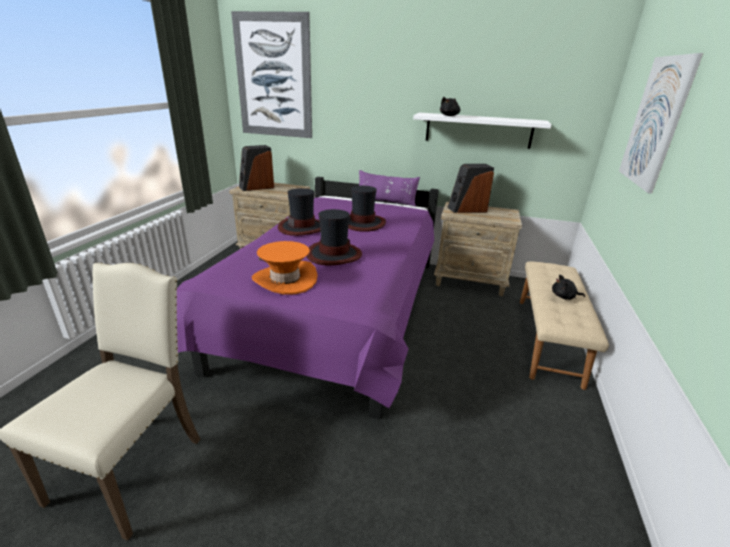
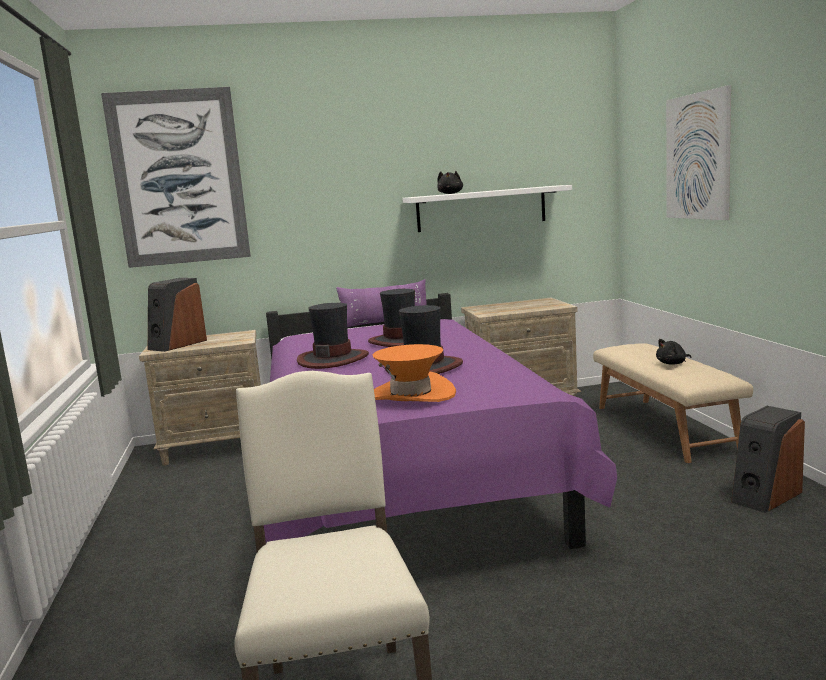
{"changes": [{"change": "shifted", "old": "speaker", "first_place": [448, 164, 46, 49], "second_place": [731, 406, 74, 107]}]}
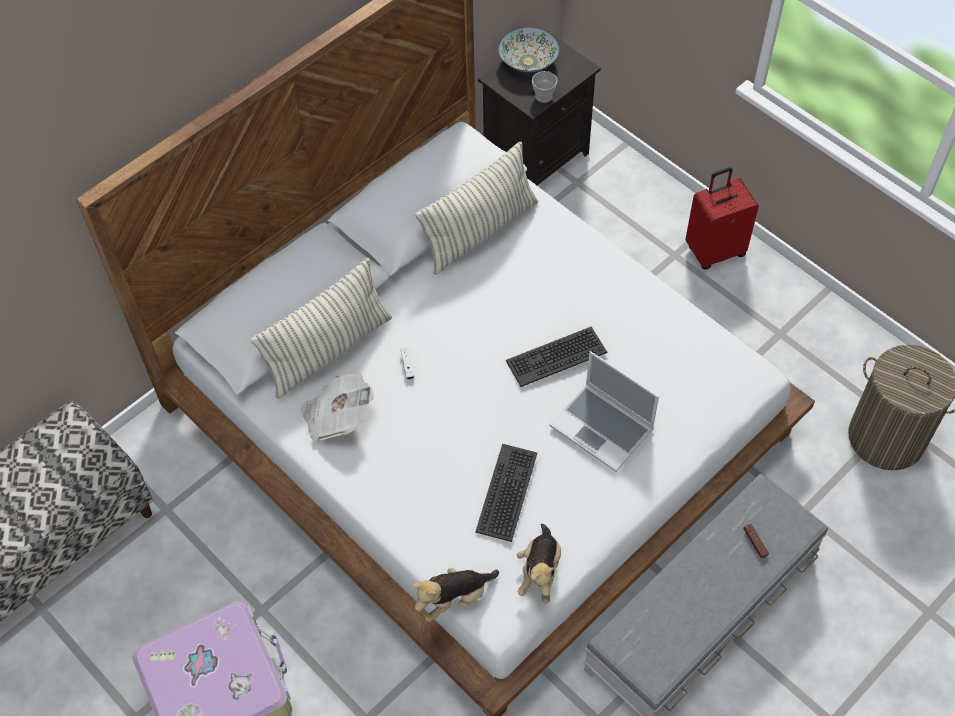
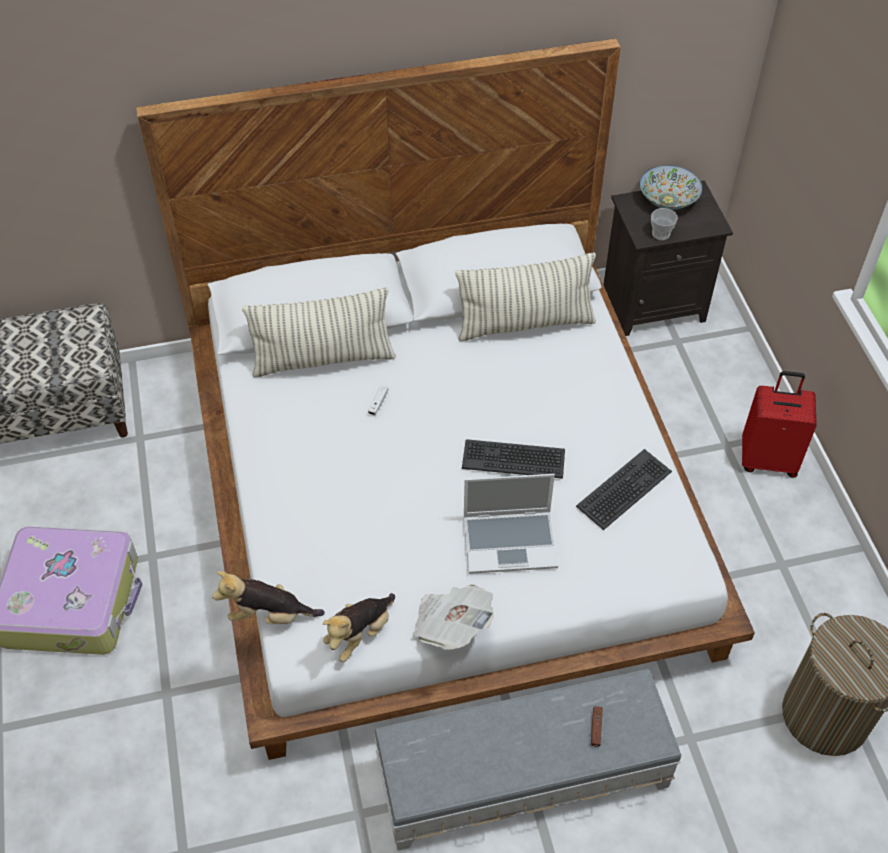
{"changes": [{"change": "shifted", "old": "newspaper", "first_place": [301, 373, 72, 67], "second_place": [413, 584, 81, 66]}, {"change": "rotated", "old": "laptop", "first_place": [550, 351, 109, 121], "second_place": [464, 474, 94, 100], "degrees": -75}, {"change": "shifted", "old": "keyboard", "first_place": [475, 444, 62, 98], "second_place": [576, 449, 96, 81]}]}
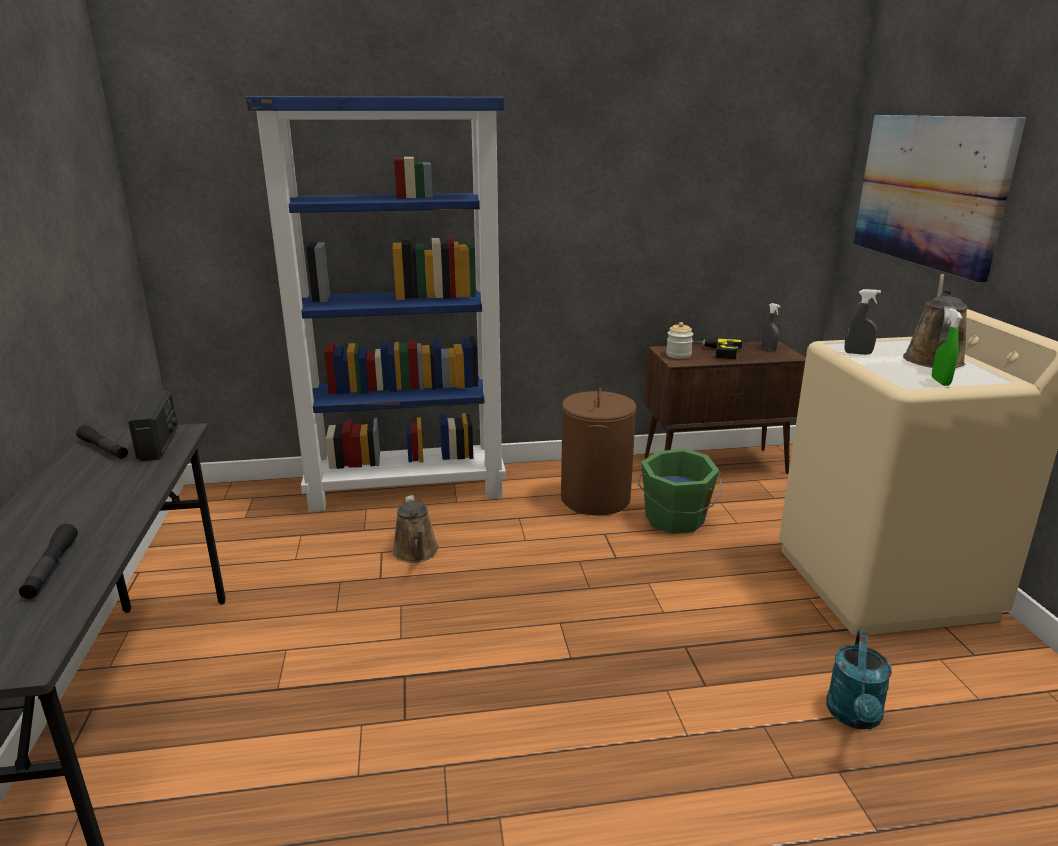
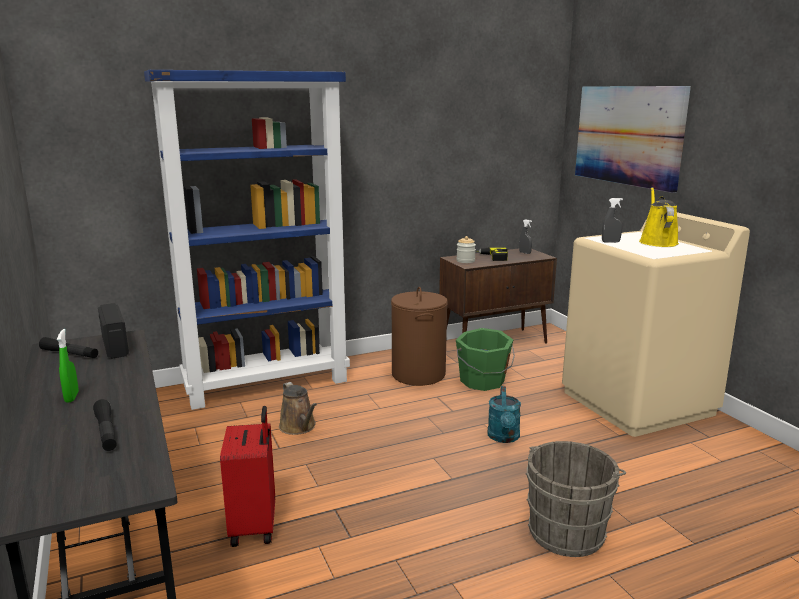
{"changes": [{"change": "shifted", "old": "spray bottle (green)", "first_place": [932, 309, 30, 77], "second_place": [57, 329, 22, 74]}, {"change": "new", "new": "suitcase (red)", "second_place": [220, 406, 55, 141]}, {"change": "shifted", "old": "watering can (turquoise)", "first_place": [826, 630, 66, 99], "second_place": [488, 386, 33, 57]}, {"change": "new", "new": "bucket (grey)", "second_place": [526, 441, 100, 116]}, {"change": "repainted", "old": "watering can (brown)", "new": "watering can (yellow)", "first_place": [903, 274, 65, 94], "second_place": [639, 187, 40, 60]}]}
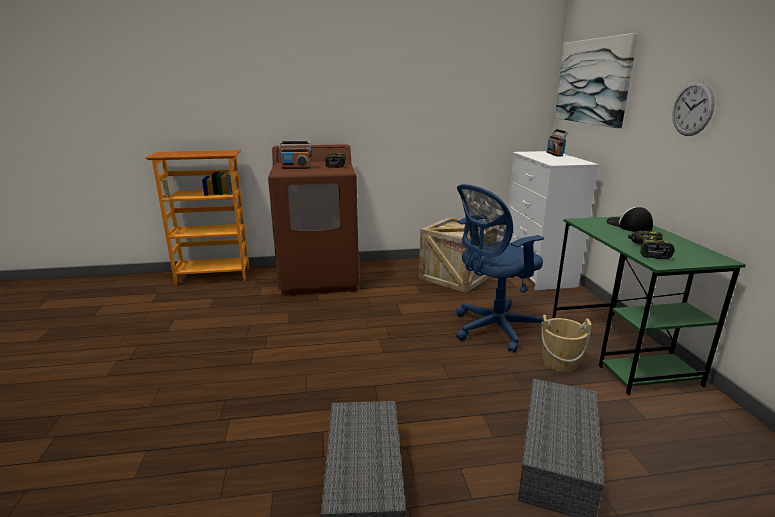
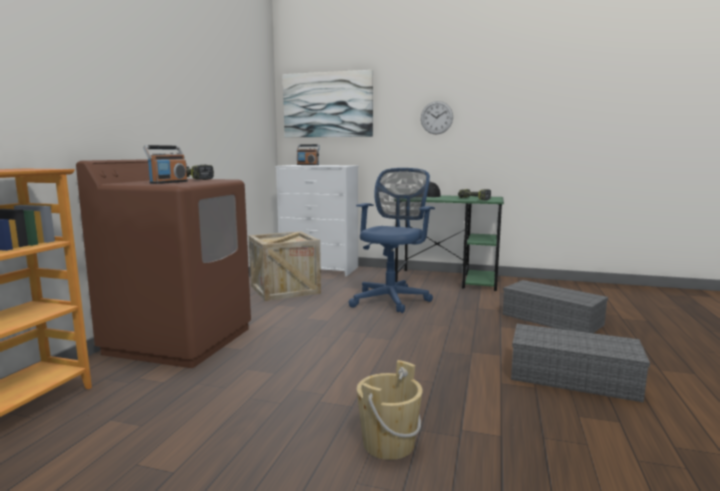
{"changes": [{"change": "rotated", "old": "office chair (blue)", "first_place": [456, 184, 88, 169], "second_place": [348, 168, 87, 145], "degrees": -150}, {"change": "shifted", "old": "bucket (beige)", "first_place": [540, 314, 51, 58], "second_place": [357, 360, 66, 100]}]}
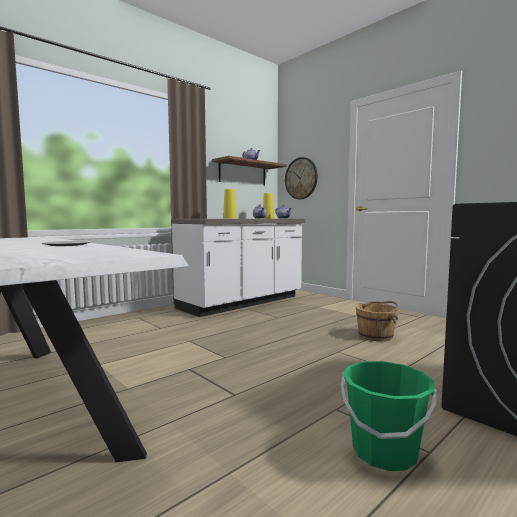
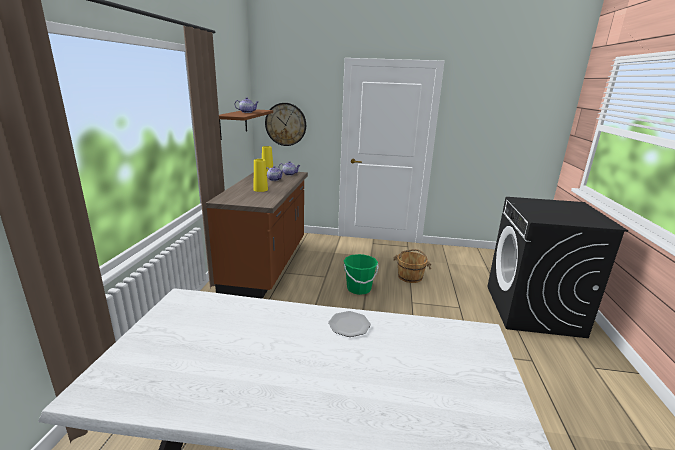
{"changes": [{"change": "repainted", "old": "counter (white)", "new": "counter (brown)", "first_place": [171, 219, 134, 98], "second_place": [206, 172, 102, 127]}, {"change": "shifted", "old": "bucket (green)", "first_place": [341, 361, 96, 110], "second_place": [344, 254, 35, 41]}]}
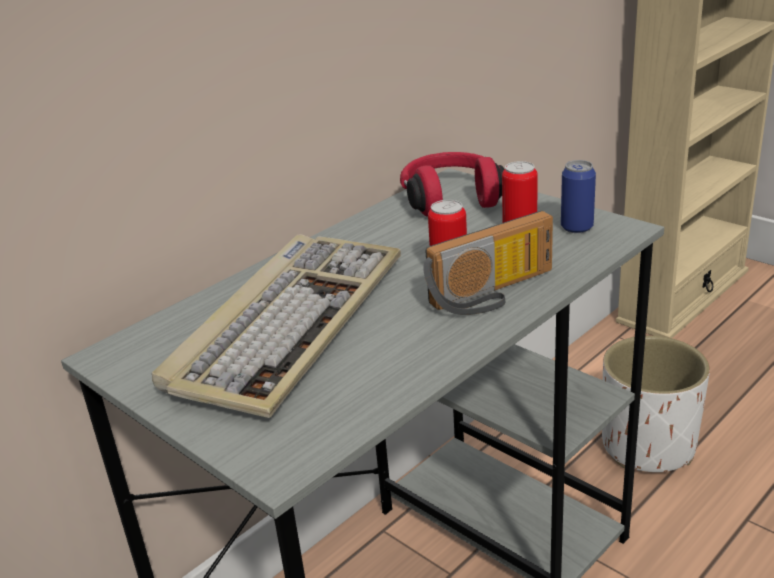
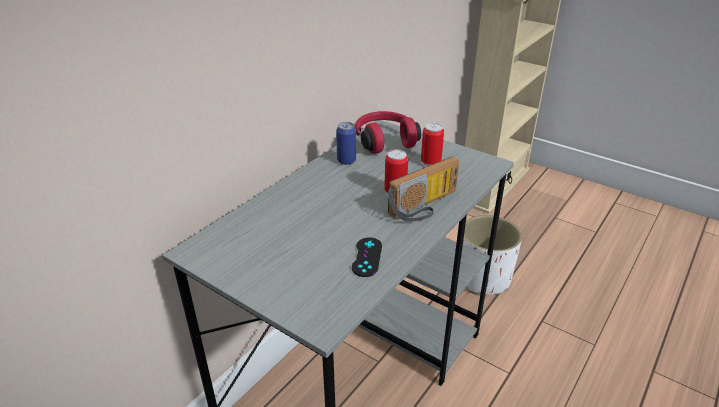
{"changes": [{"change": "shifted", "old": "can", "first_place": [561, 160, 35, 73], "second_place": [336, 122, 20, 43]}, {"change": "new", "new": "game controller (black)", "second_place": [352, 237, 30, 40]}, {"change": "gone", "old": "keyboard", "first_place": [152, 234, 249, 184]}]}
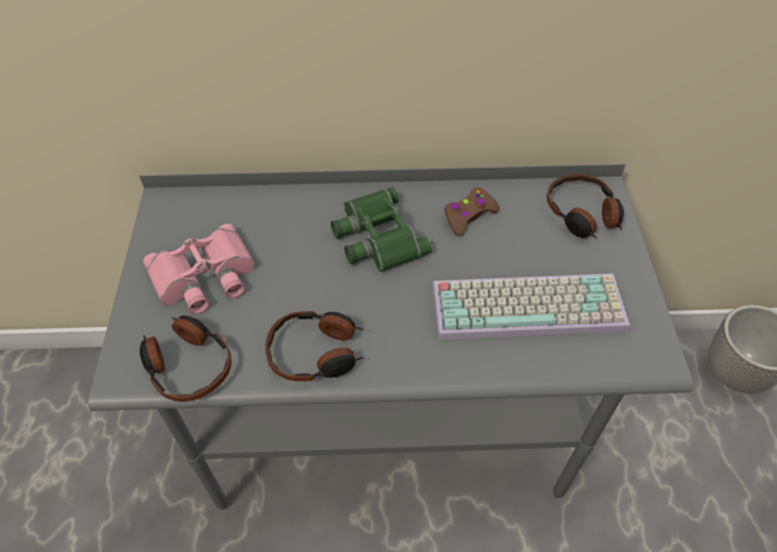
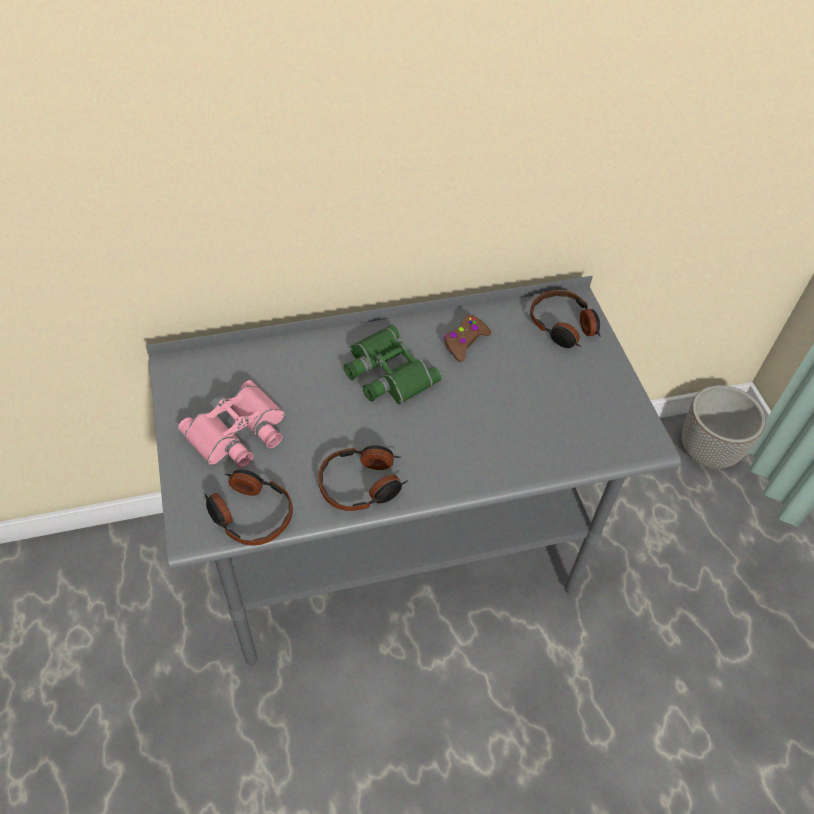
{"changes": [{"change": "gone", "old": "keyboard", "first_place": [432, 274, 198, 66]}]}
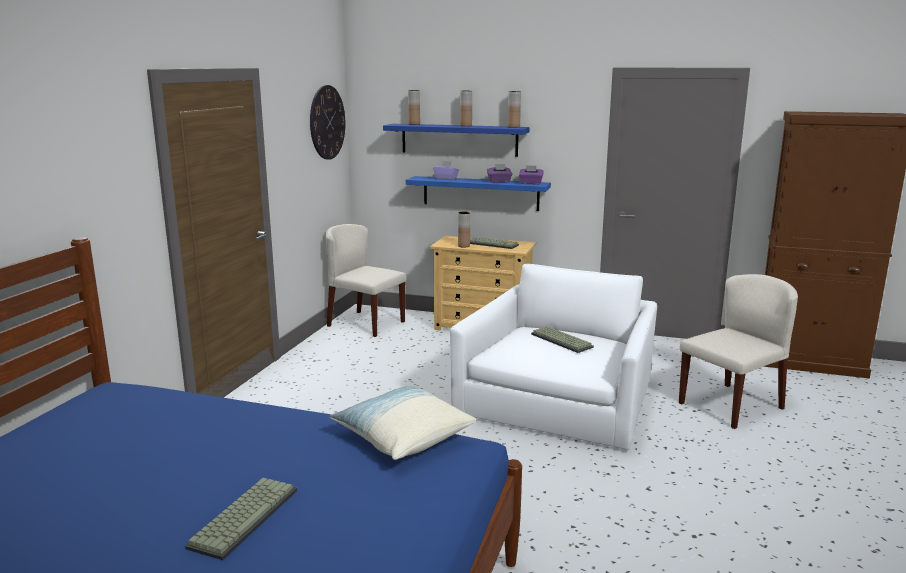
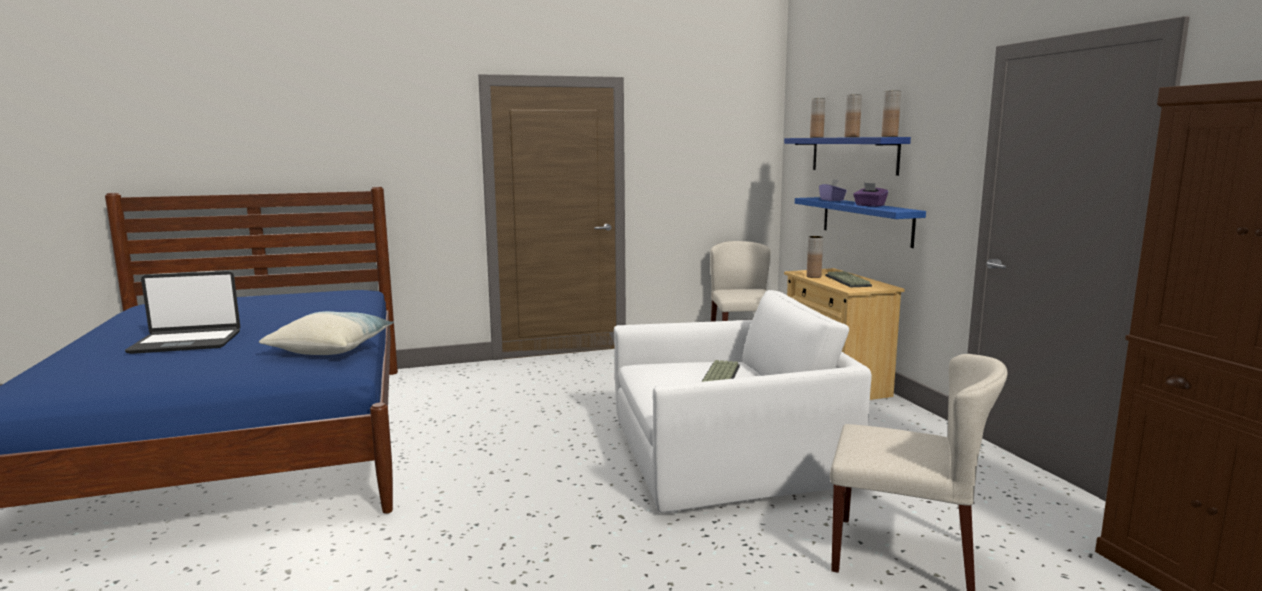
{"changes": [{"change": "swapped", "old": "keyboard", "new": "laptop", "first_place": [185, 478, 113, 82], "second_place": [125, 271, 115, 83]}, {"change": "gone", "old": "wall clock", "first_place": [310, 85, 35, 75]}, {"change": "gone", "old": "tissue box (purple)", "first_place": [519, 165, 25, 20]}]}
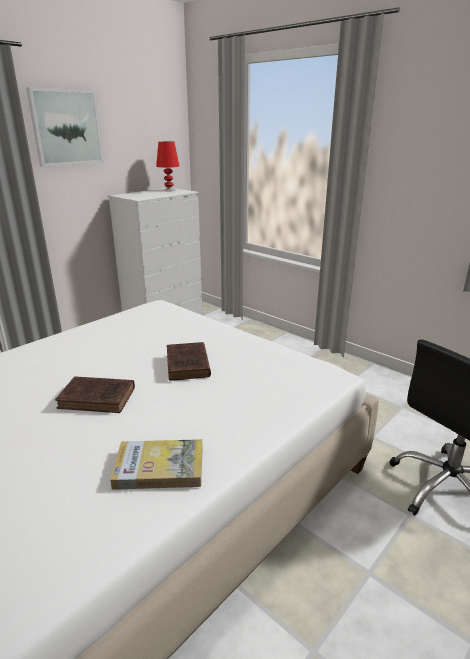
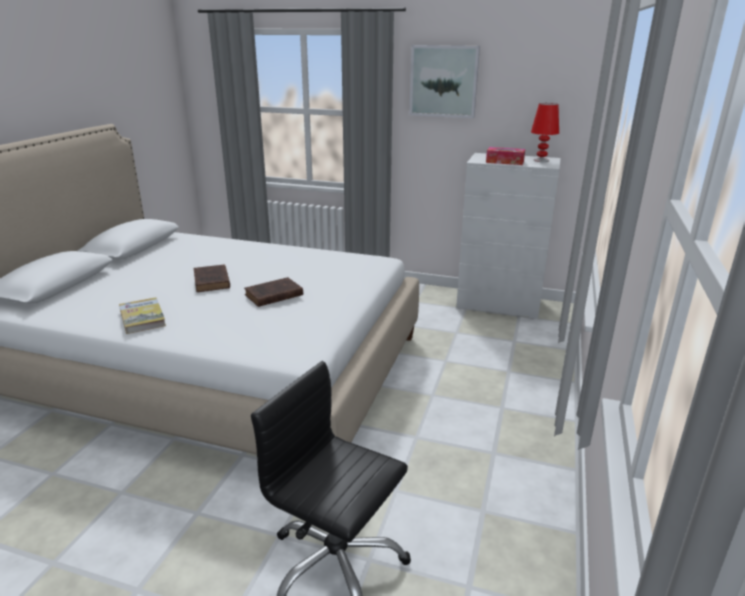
{"changes": [{"change": "new", "new": "tissue box", "second_place": [486, 147, 39, 18]}]}
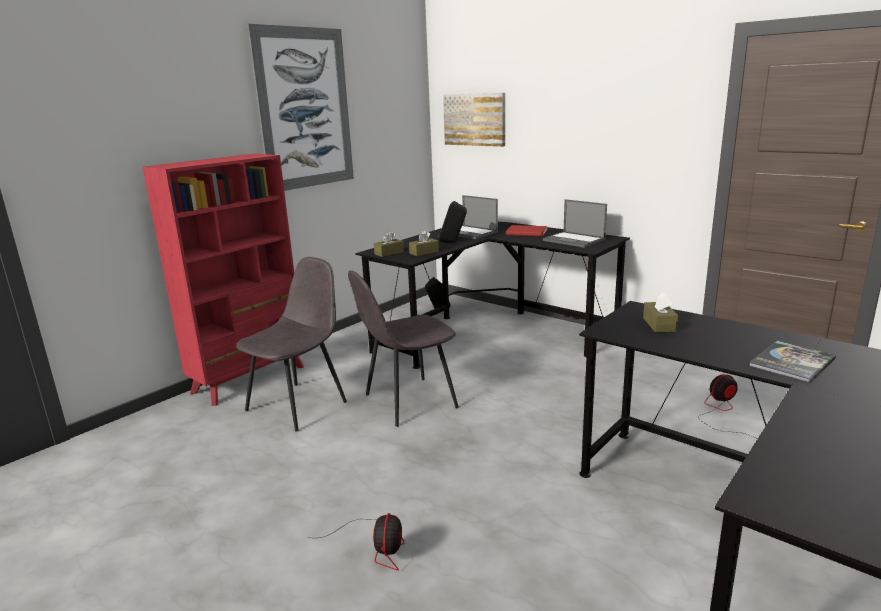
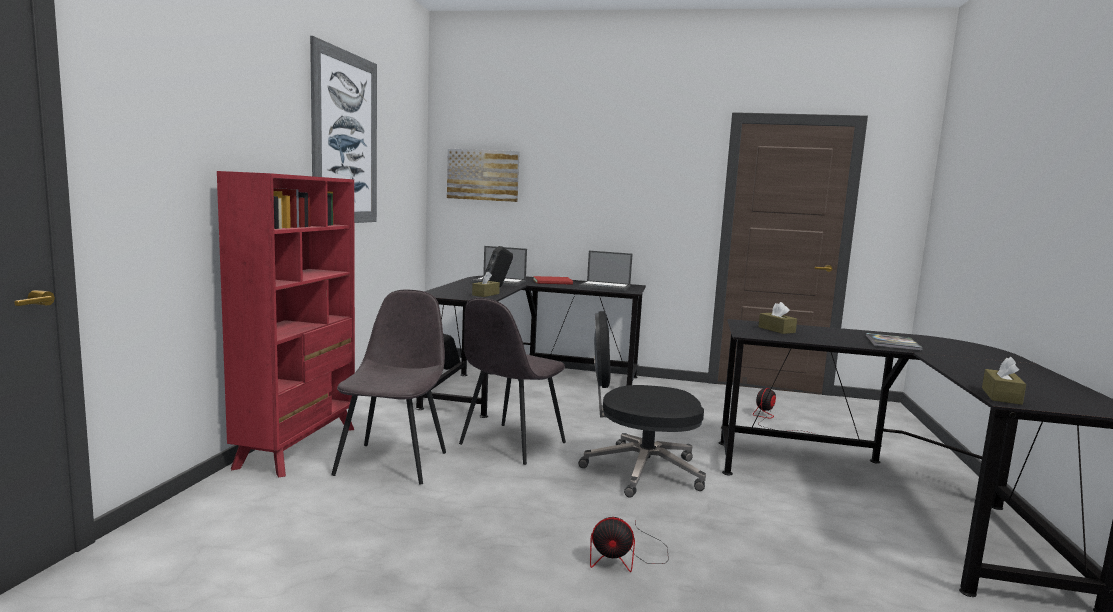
{"changes": [{"change": "new", "new": "office chair (black)", "second_place": [578, 311, 128, 187]}, {"change": "rotated", "old": "fan", "first_place": [319, 513, 86, 58], "second_place": [590, 517, 79, 55], "degrees": 120}, {"change": "shifted", "old": "tissue box (brown)", "first_place": [374, 231, 30, 26], "second_place": [982, 356, 44, 49]}]}
